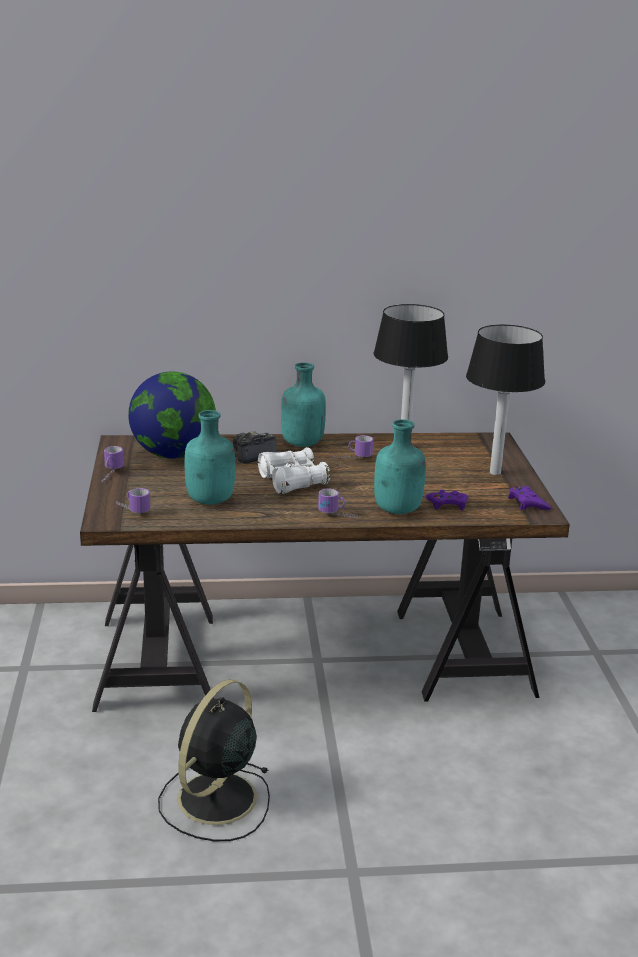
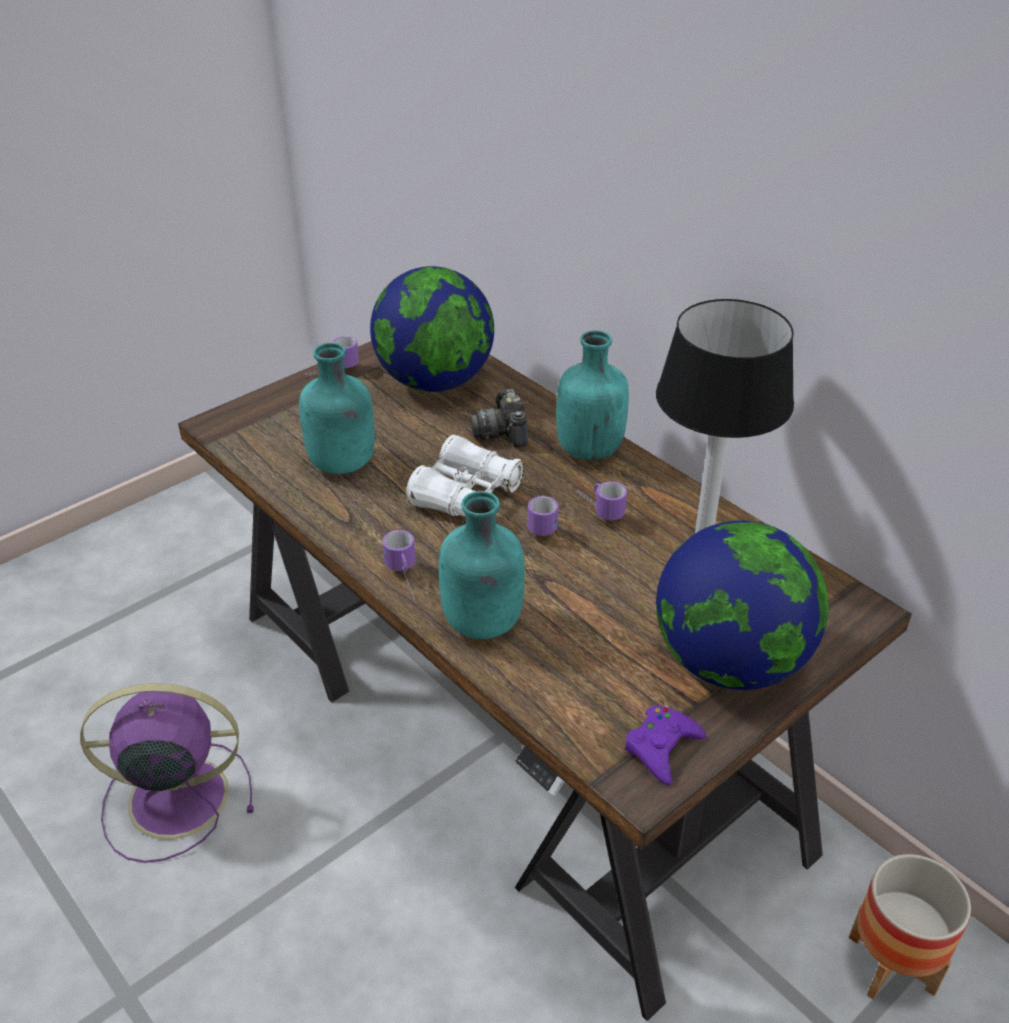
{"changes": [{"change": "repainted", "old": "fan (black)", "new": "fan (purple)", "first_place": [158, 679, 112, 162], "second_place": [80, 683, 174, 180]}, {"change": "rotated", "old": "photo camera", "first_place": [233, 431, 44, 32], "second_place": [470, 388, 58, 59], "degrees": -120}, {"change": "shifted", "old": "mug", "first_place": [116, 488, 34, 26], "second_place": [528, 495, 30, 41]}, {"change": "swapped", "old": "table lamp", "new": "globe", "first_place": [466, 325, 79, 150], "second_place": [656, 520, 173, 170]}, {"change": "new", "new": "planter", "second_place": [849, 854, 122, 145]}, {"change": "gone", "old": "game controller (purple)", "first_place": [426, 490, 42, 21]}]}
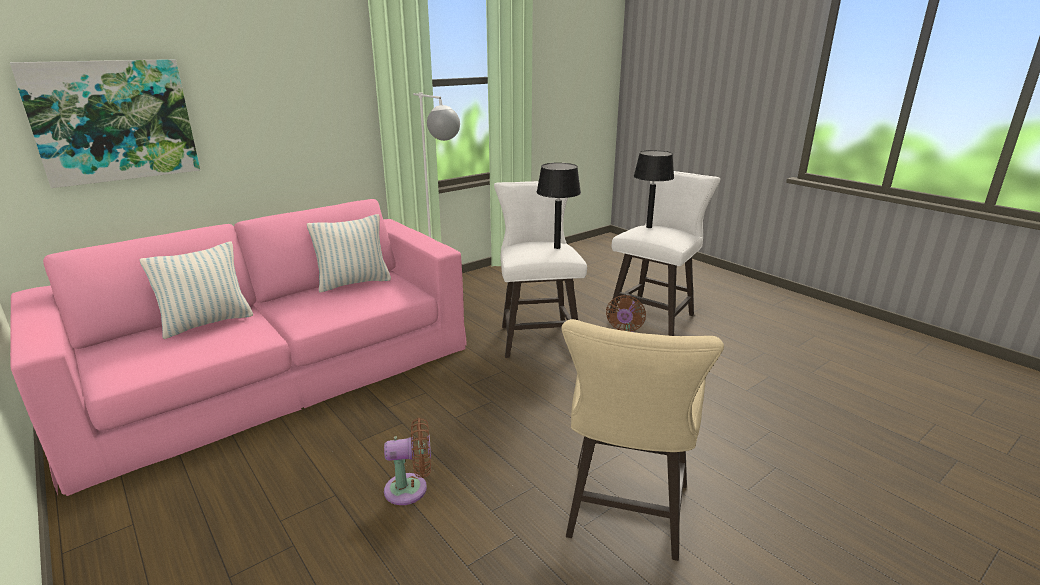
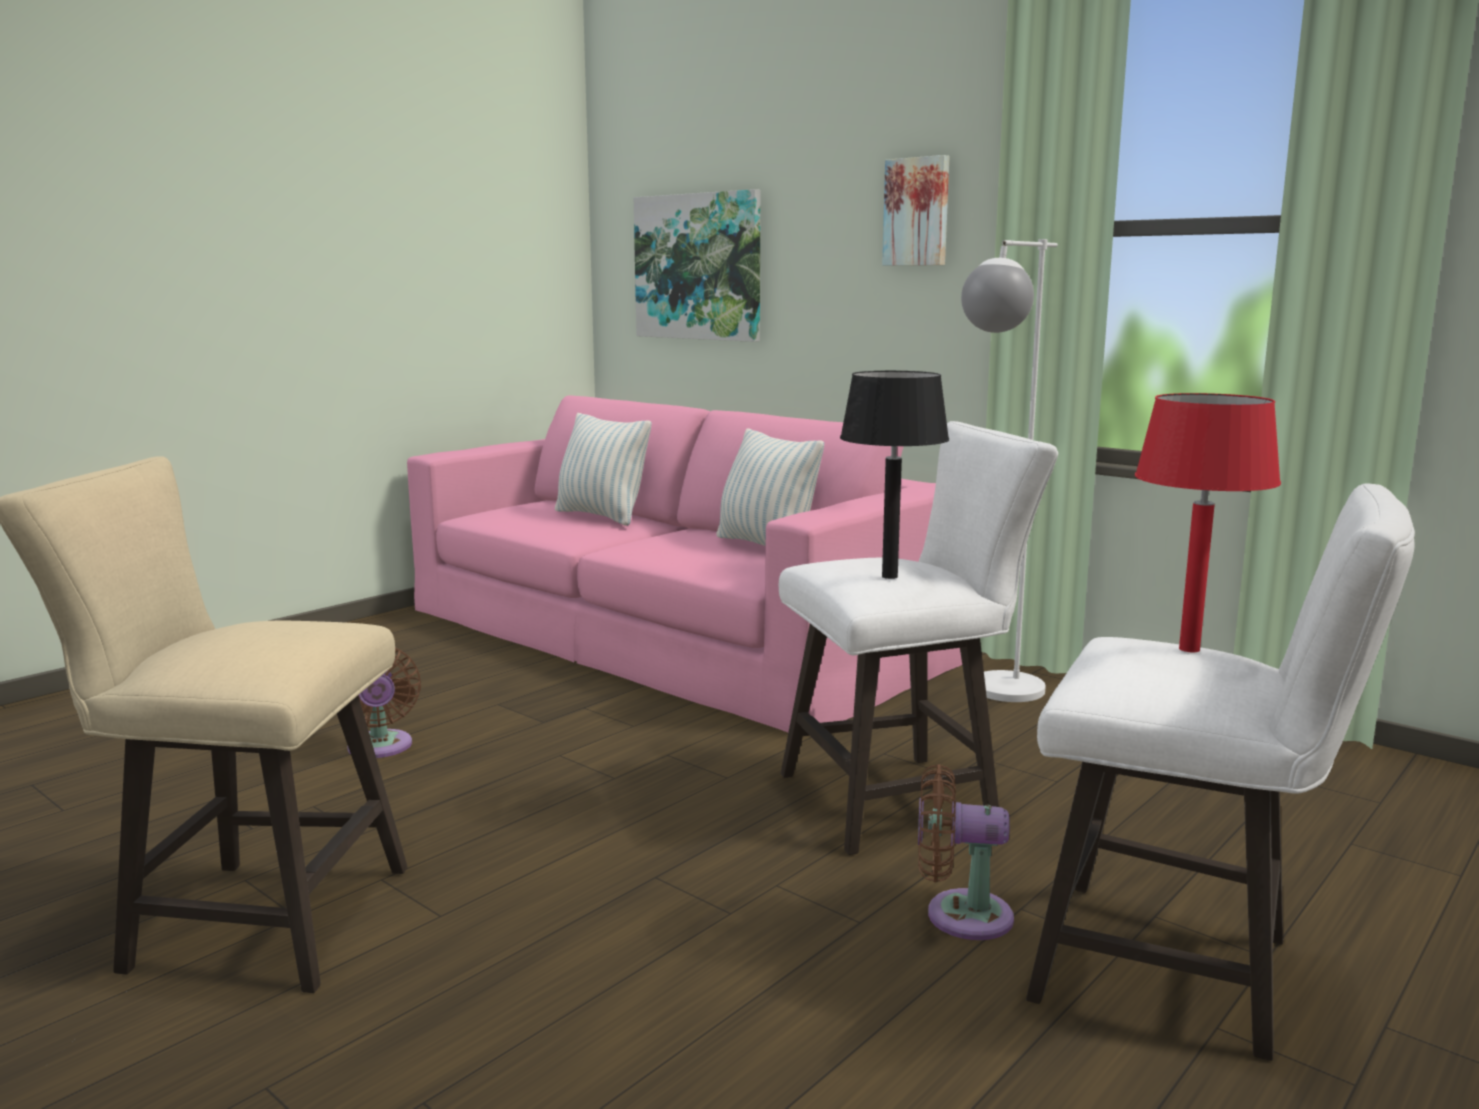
{"changes": [{"change": "new", "new": "picture", "second_place": [882, 155, 68, 111]}, {"change": "repainted", "old": "table lamp (black)", "new": "table lamp (red)", "first_place": [634, 150, 40, 78], "second_place": [1135, 393, 146, 259]}]}
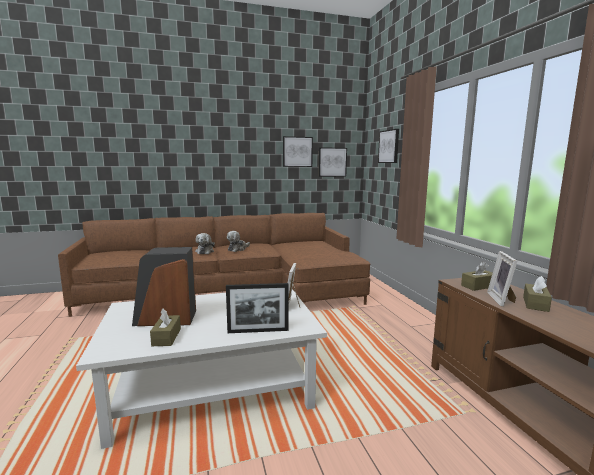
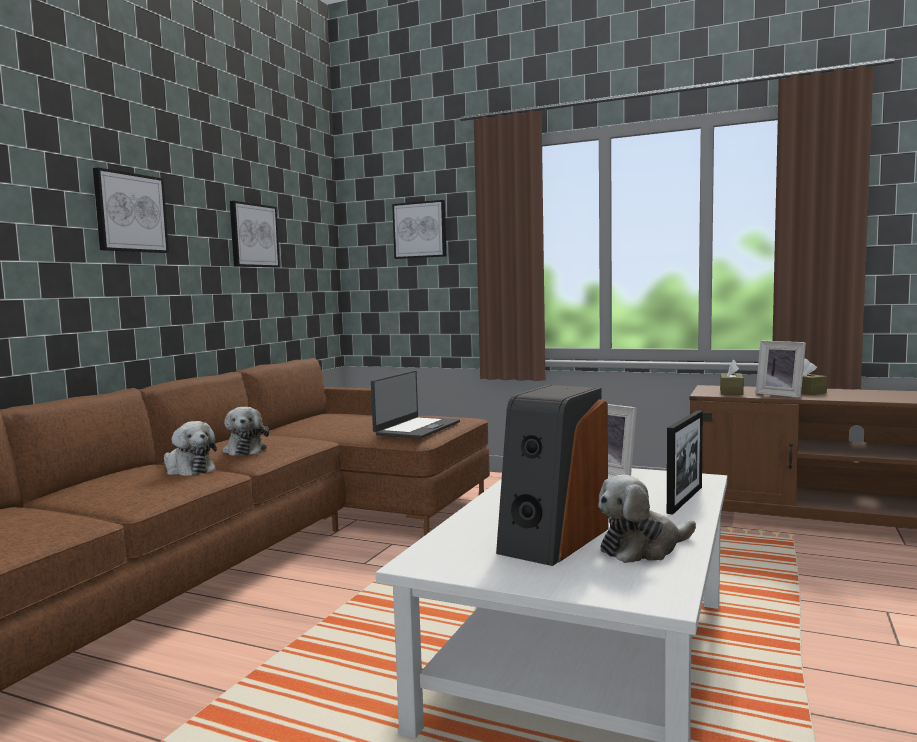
{"changes": [{"change": "shifted", "old": "picture", "first_place": [318, 147, 29, 30], "second_place": [93, 168, 76, 85]}, {"change": "new", "new": "laptop", "second_place": [371, 370, 89, 69]}, {"change": "swapped", "old": "tissue box (brown)", "new": "plush toy", "first_place": [150, 309, 31, 37], "second_place": [598, 475, 98, 88]}]}
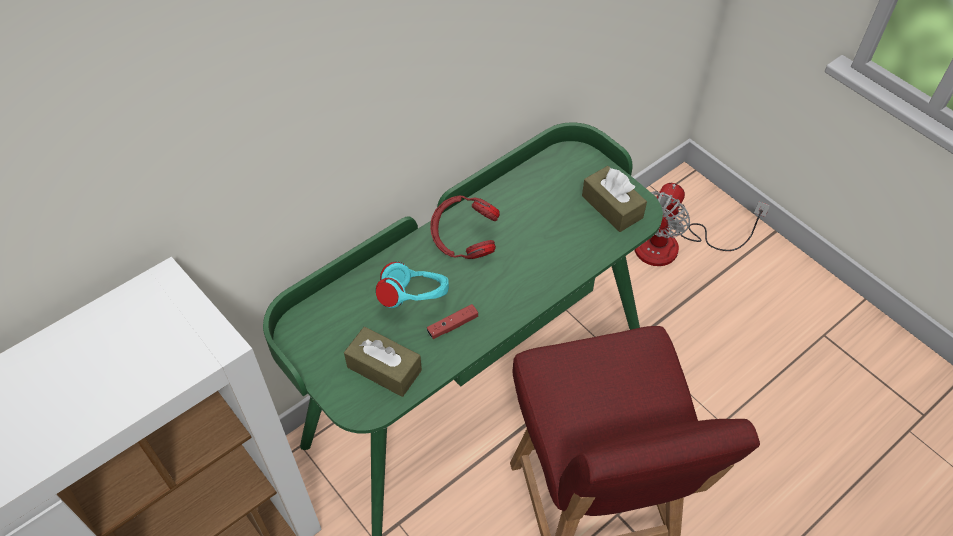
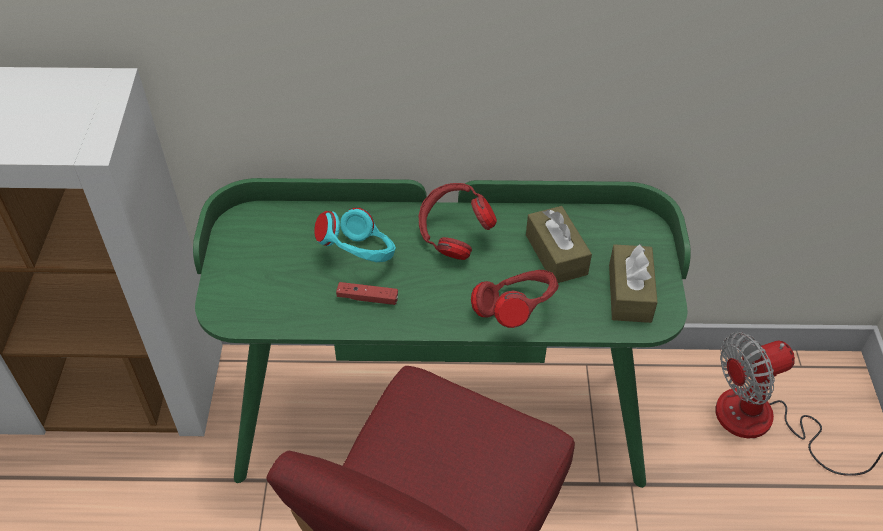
{"changes": [{"change": "new", "new": "headphones (red)", "second_place": [471, 270, 88, 58]}, {"change": "shifted", "old": "tissue box (brown)", "first_place": [344, 327, 78, 70], "second_place": [526, 206, 66, 77]}]}
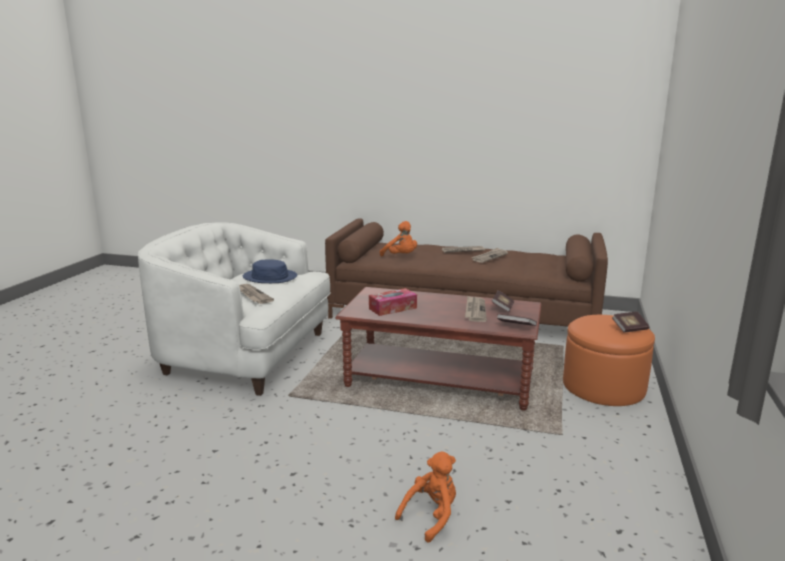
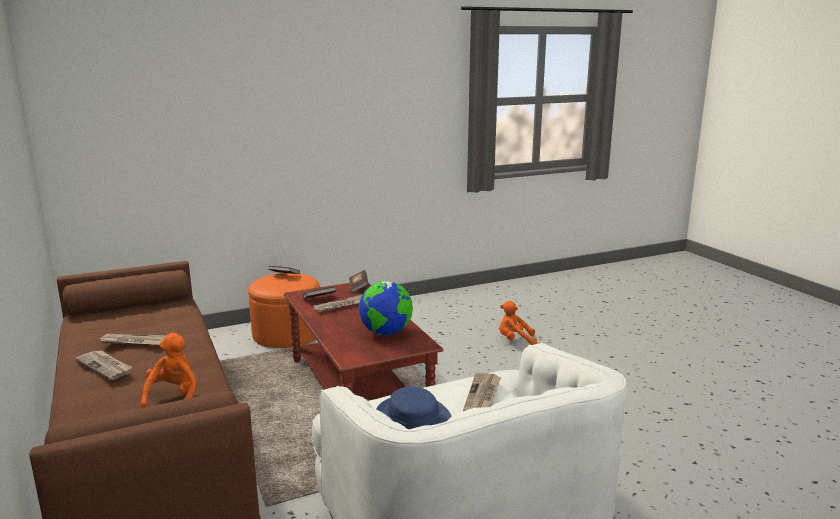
{"changes": [{"change": "swapped", "old": "tissue box", "new": "globe", "first_place": [369, 288, 48, 28], "second_place": [359, 281, 54, 54]}]}
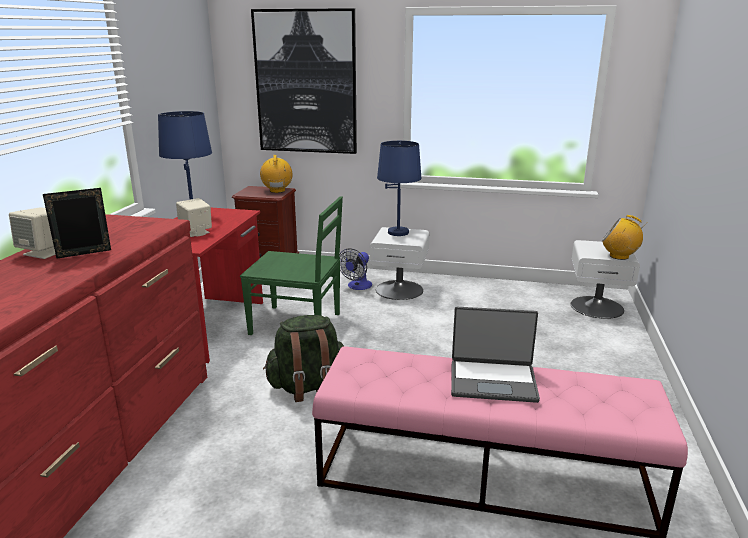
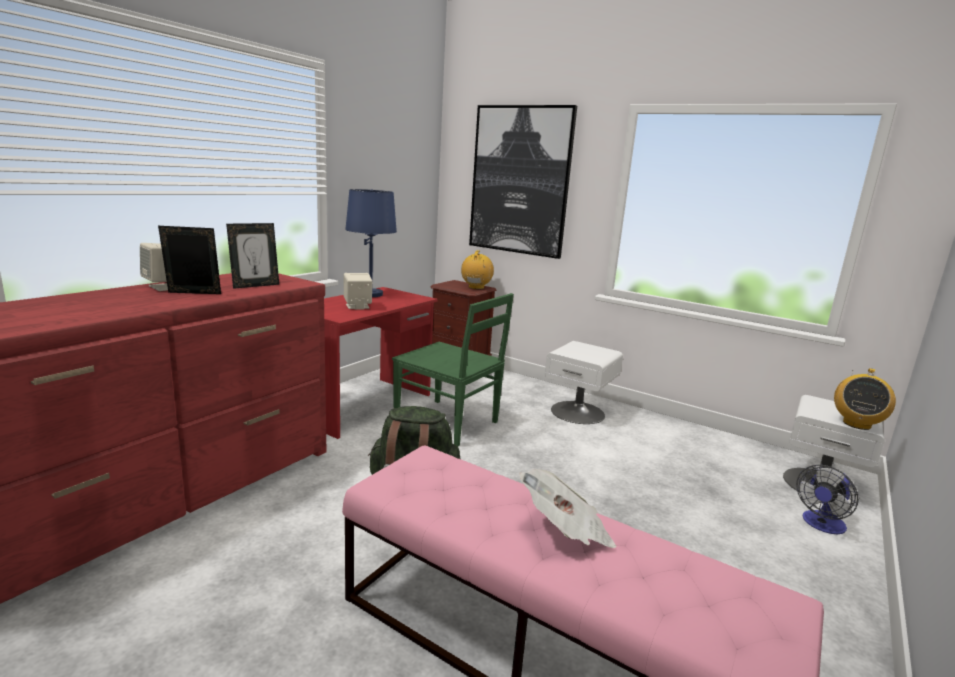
{"changes": [{"change": "new", "new": "picture frame", "second_place": [226, 223, 53, 66]}, {"change": "swapped", "old": "laptop", "new": "newspaper", "first_place": [451, 307, 89, 96], "second_place": [519, 469, 97, 79]}, {"change": "shifted", "old": "fan", "first_place": [339, 248, 33, 42], "second_place": [796, 465, 62, 69]}, {"change": "rotated", "old": "radio", "first_place": [602, 215, 41, 45], "second_place": [834, 368, 62, 62], "degrees": -105}, {"change": "gone", "old": "table lamp (blue)", "first_place": [377, 141, 45, 95]}]}
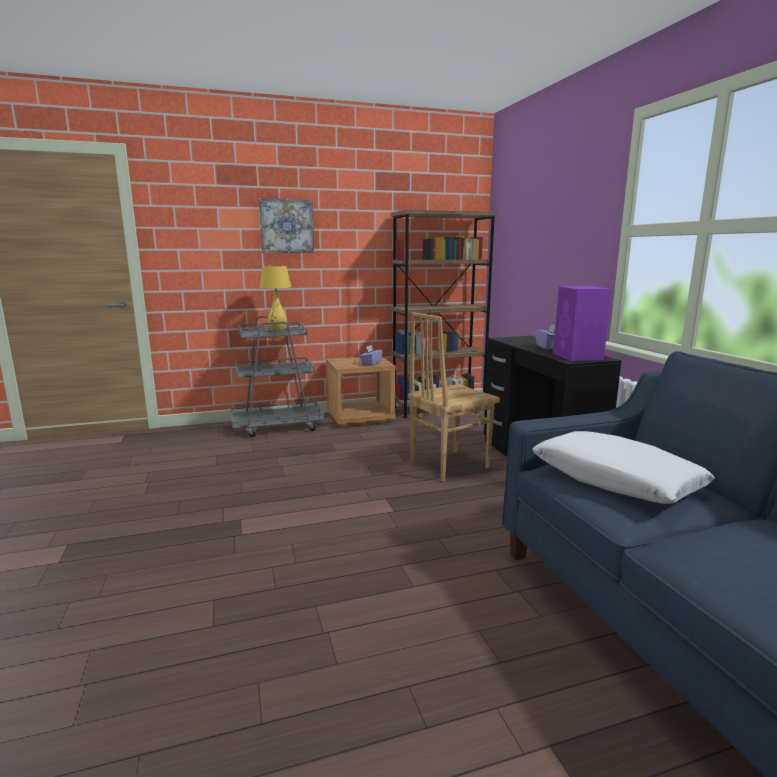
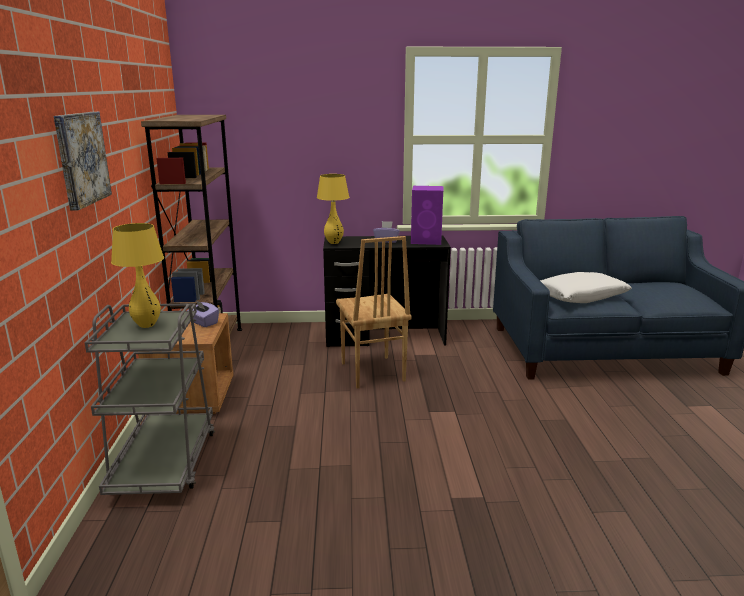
{"changes": [{"change": "new", "new": "table lamp (yellow)", "second_place": [317, 174, 32, 70]}]}
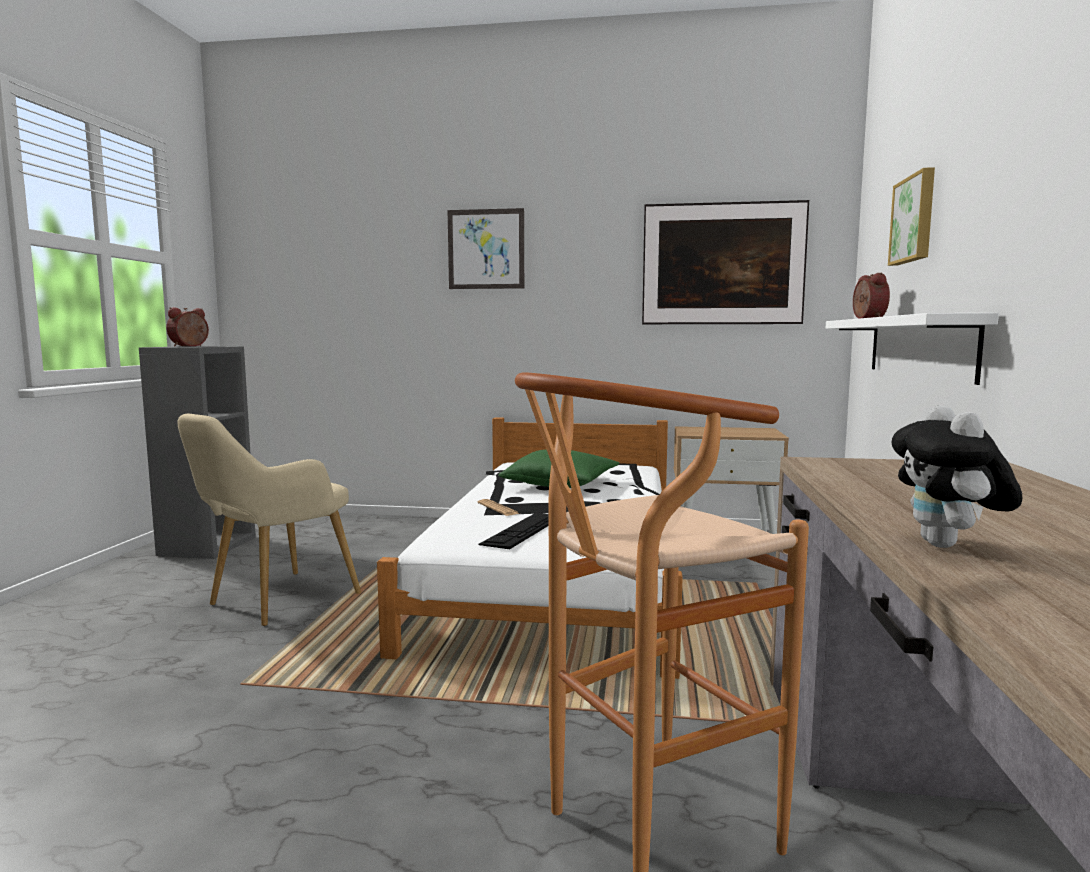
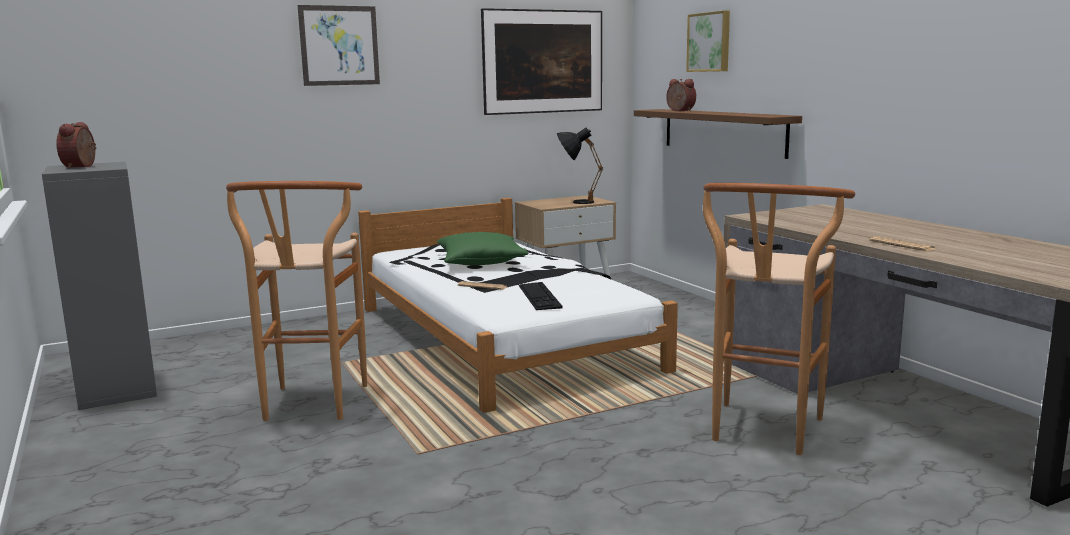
{"changes": [{"change": "swapped", "old": "armchair (beige)", "new": "stool (brown)", "first_place": [177, 414, 184, 212], "second_place": [226, 181, 141, 240]}, {"change": "new", "new": "table lamp (black)", "second_place": [557, 127, 46, 77]}, {"change": "repainted", "old": "shelf (white)", "new": "shelf (brown)", "first_place": [826, 313, 173, 72], "second_place": [634, 109, 168, 50]}, {"change": "swapped", "old": "plush toy", "new": "newspaper", "first_place": [892, 405, 130, 143], "second_place": [870, 236, 65, 16]}]}
